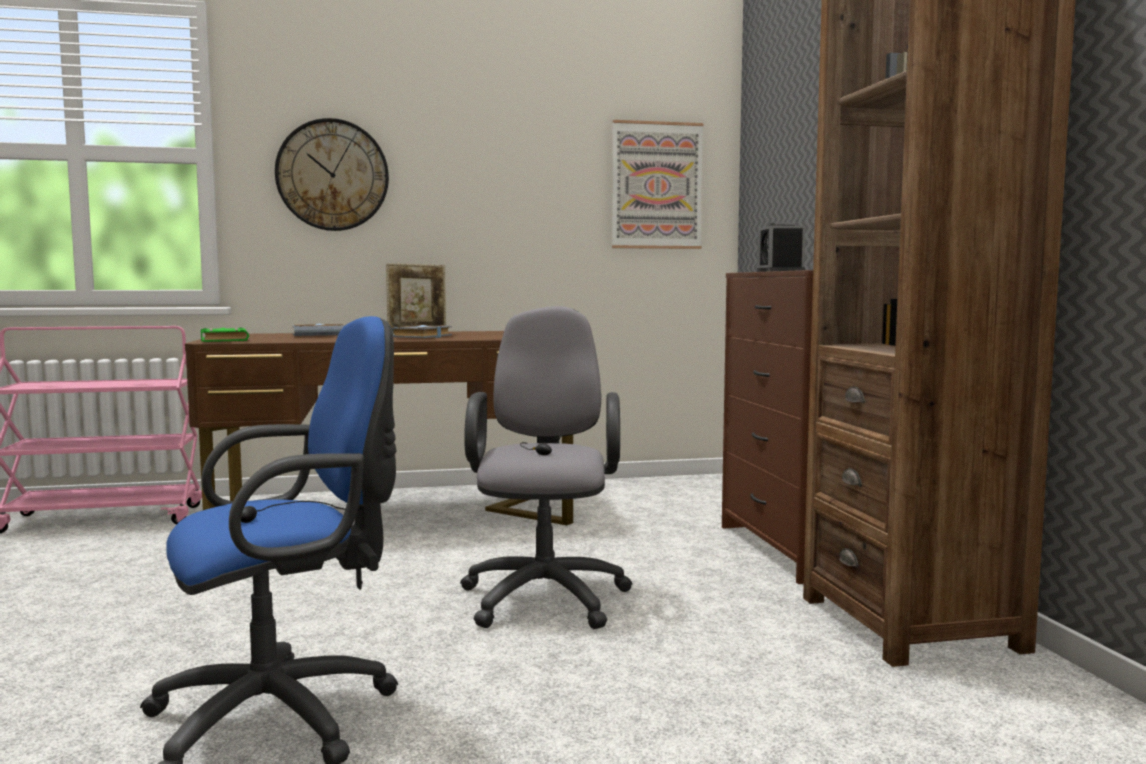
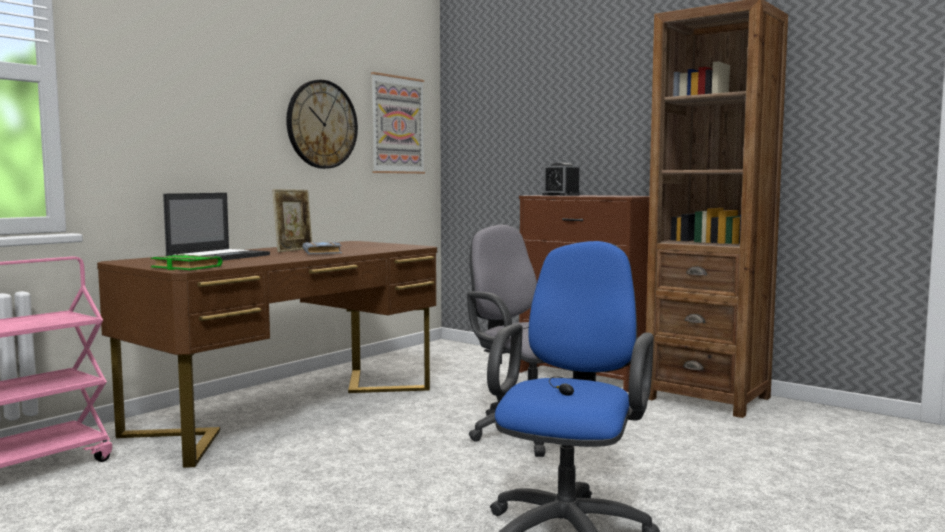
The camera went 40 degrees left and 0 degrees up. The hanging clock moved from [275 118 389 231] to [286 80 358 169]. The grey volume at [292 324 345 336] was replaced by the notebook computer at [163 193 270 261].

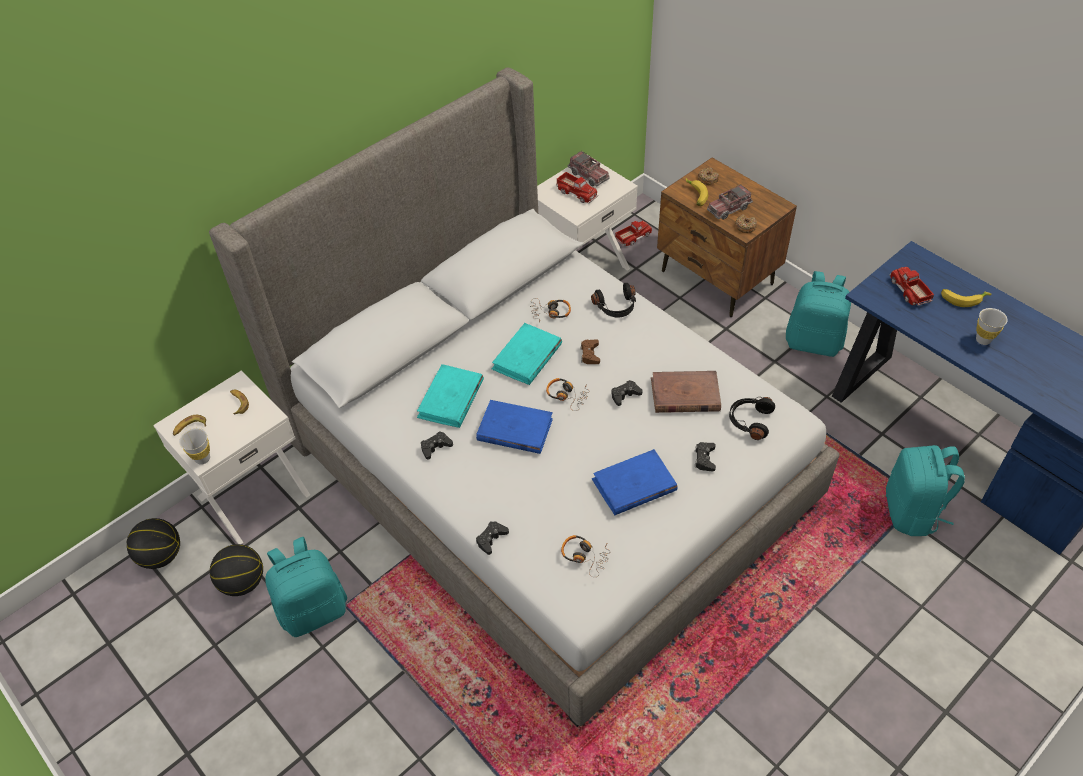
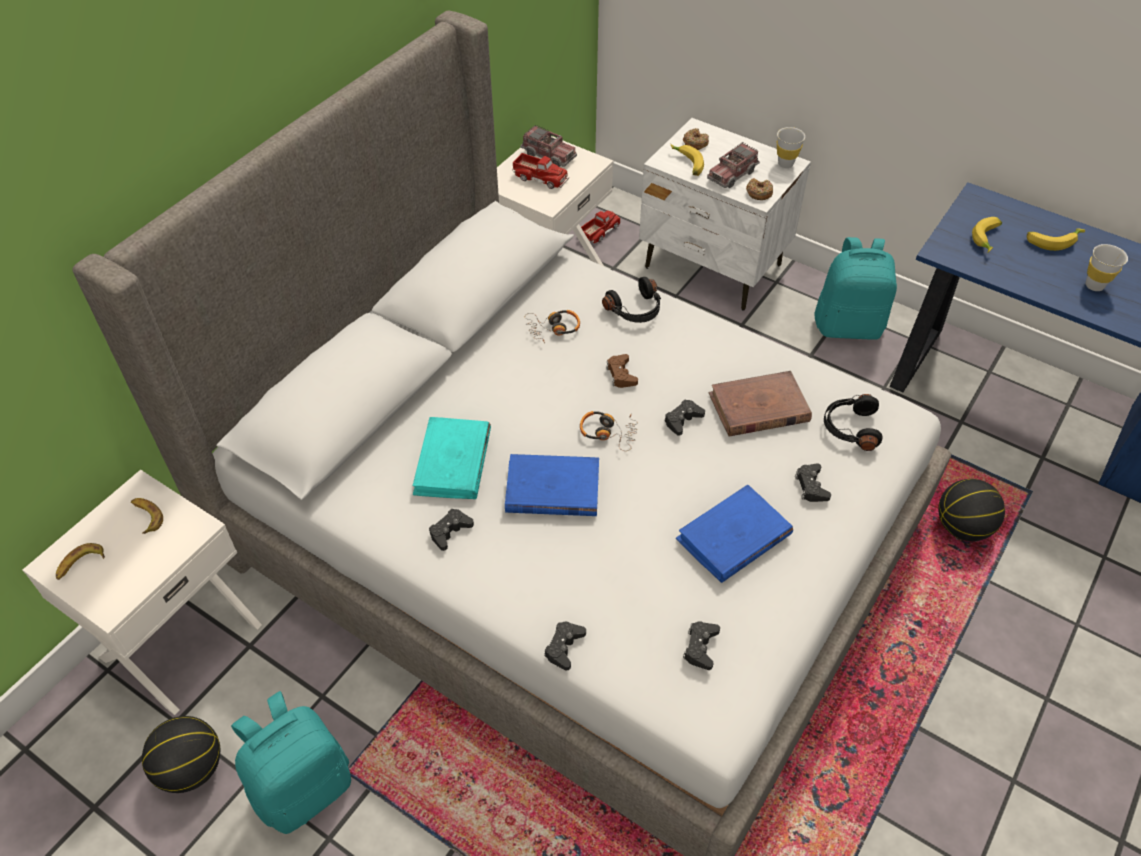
The camera went 15 degrees left and 0 degrees up. The basketball ball moved from [127 518 180 569] to [938 479 1005 541]. The white drinking cup moved from [179 428 210 465] to [777 127 805 168]. The turquoise volume at [491 323 562 385] disappeared. The pair of headphones at [561 535 610 577] was replaced by the black-coloured joypad at [683 621 720 670]. The brown bedside table at [657 158 797 317] became the white bedside table at [639 118 811 311]. The turquoise backpack at [886 445 965 536] disappeared. The model truck at [889 267 934 306] was replaced by the whole banana at [972 217 1002 253].

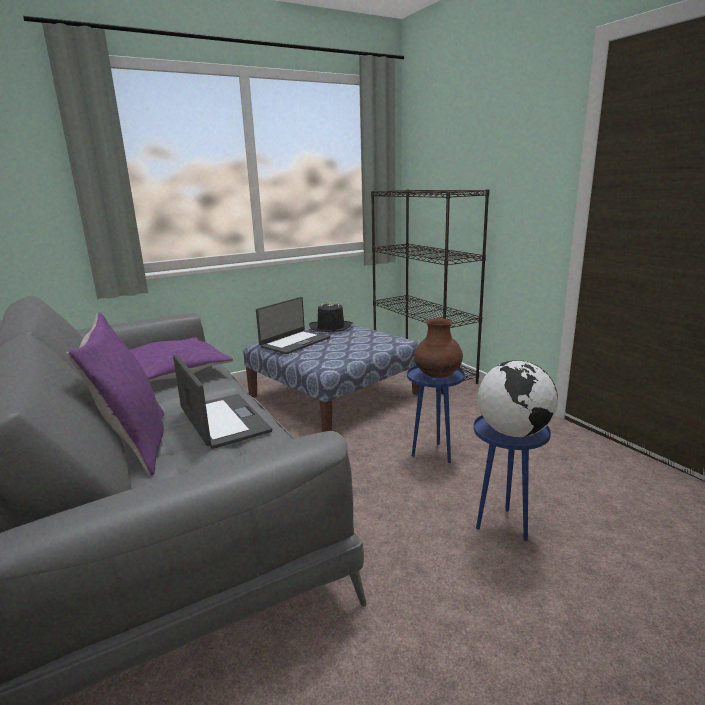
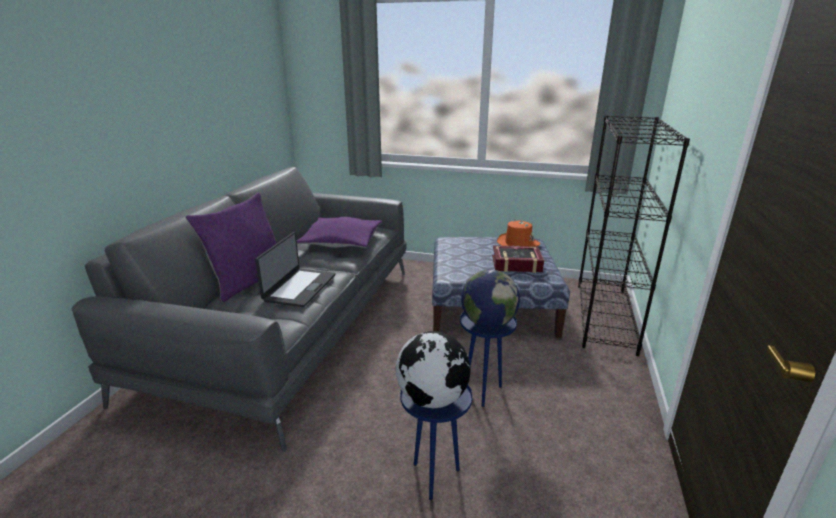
The camera went 45 degrees right and 5 degrees up. The notebook computer at [256 297 330 354] disappeared. The black-coloured wearable hat at [309 301 352 332] became the orange-coloured wearable hat at [497 219 540 247]. The brown decorative vase at [414 318 463 378] was replaced by the world globe at [461 270 520 328]. The volume at [492 245 544 273] appeared.

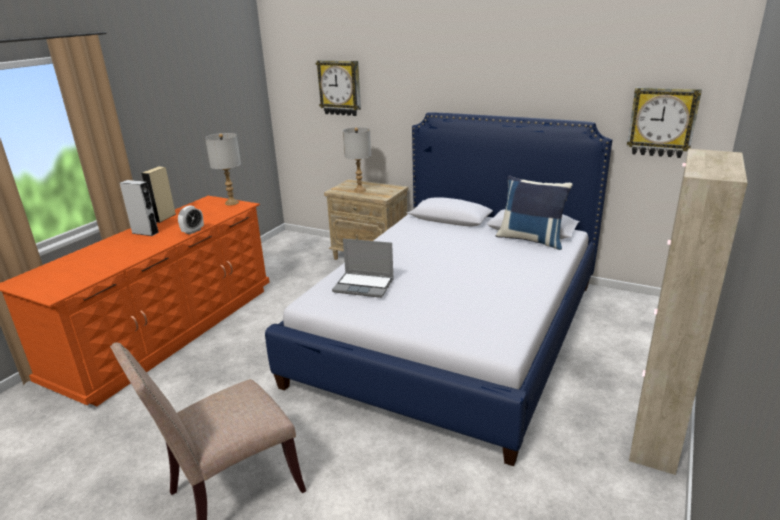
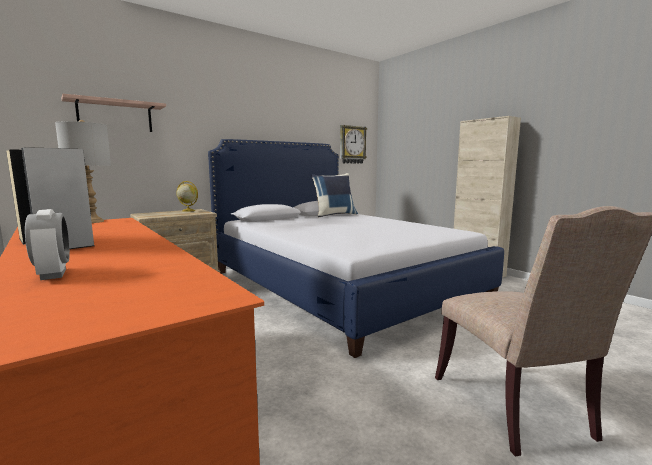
The camera went 65 degrees left and 15 degrees down. The bedside clock moved from [178 205 204 235] to [25 209 70 280]. The hanging clock at [316 60 361 116] was replaced by the wall shelf at [62 94 166 132]. The notebook computer at [332 239 394 298] disappeared. The grey tabletop lamp at [343 127 371 192] disappeared. The world globe at [176 181 198 212] appeared.

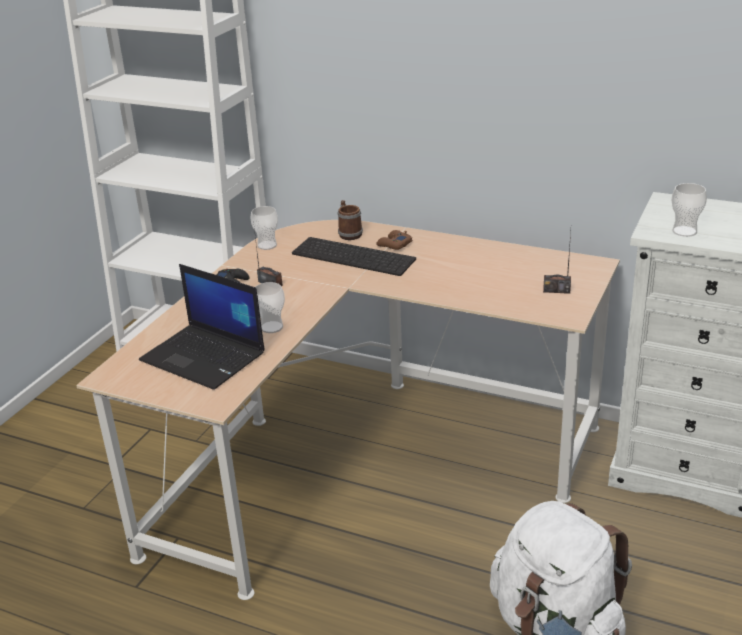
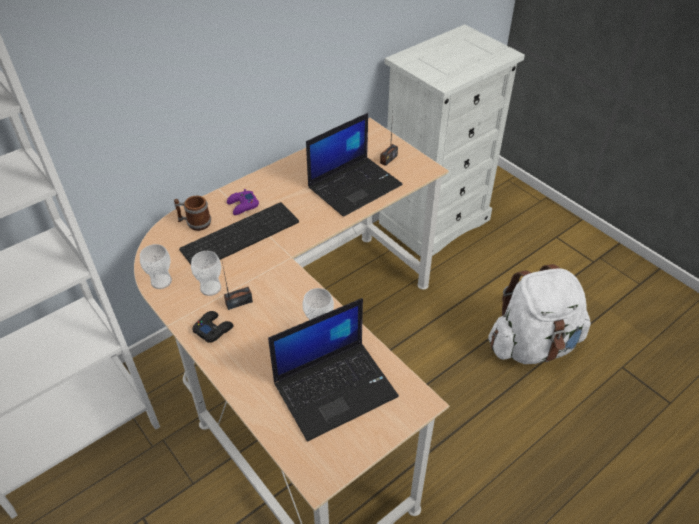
The camera went 65 degrees left and 15 degrees up. The brown joypad at [376 230 412 250] became the purplish joypad at [227 189 259 215]. The drinking cup moved from [672 183 707 237] to [191 251 221 296]. The notebook computer at [306 113 403 217] appeared.

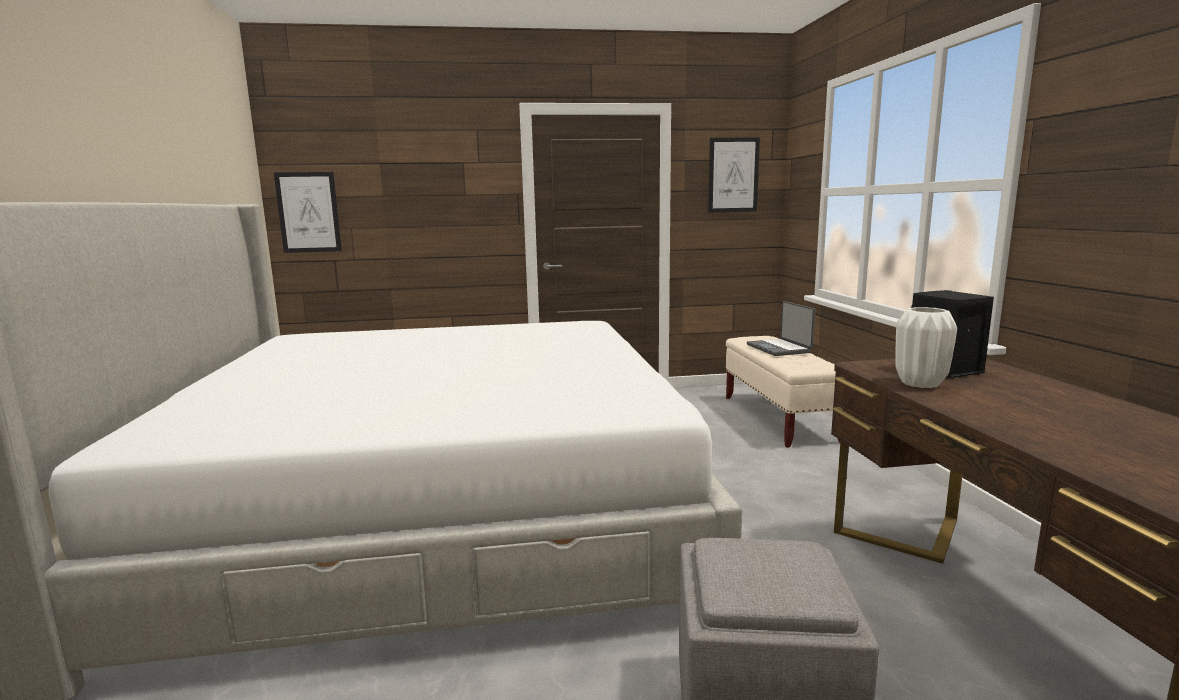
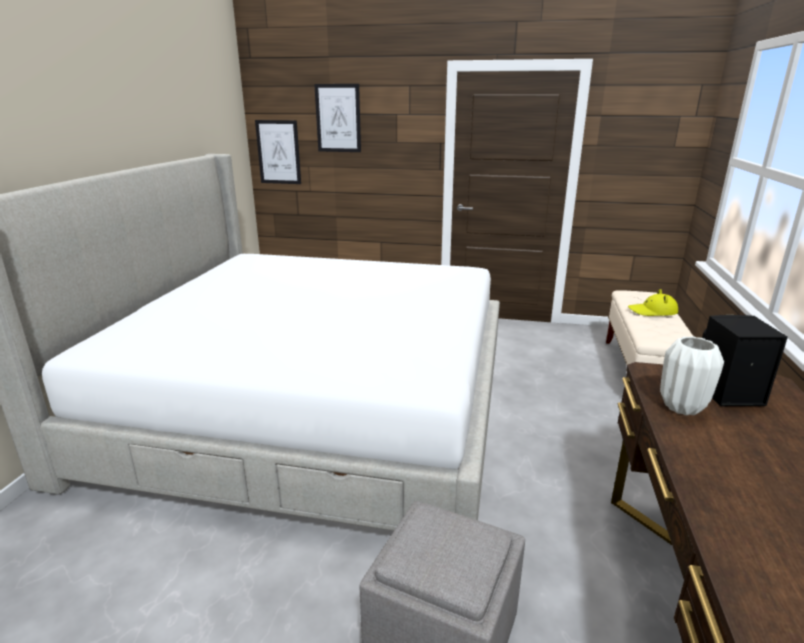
The camera went 20 degrees right and 10 degrees up. The wall picture moved from [708 138 760 213] to [314 84 361 152]. The notebook computer at [747 301 815 356] was replaced by the yellow-coloured wearable hat at [628 289 678 316].

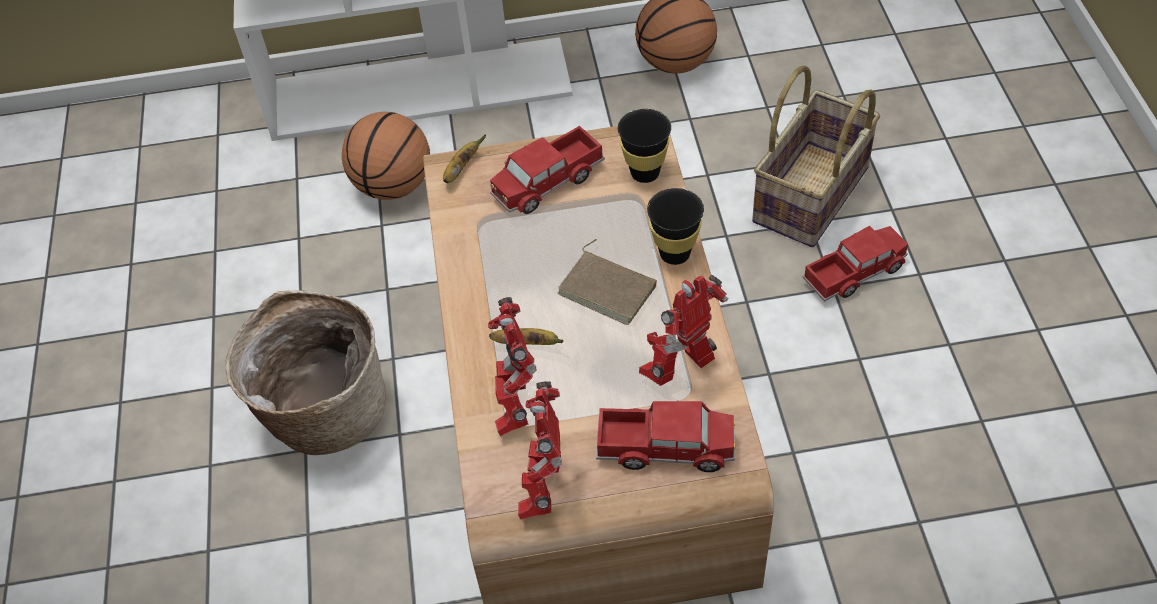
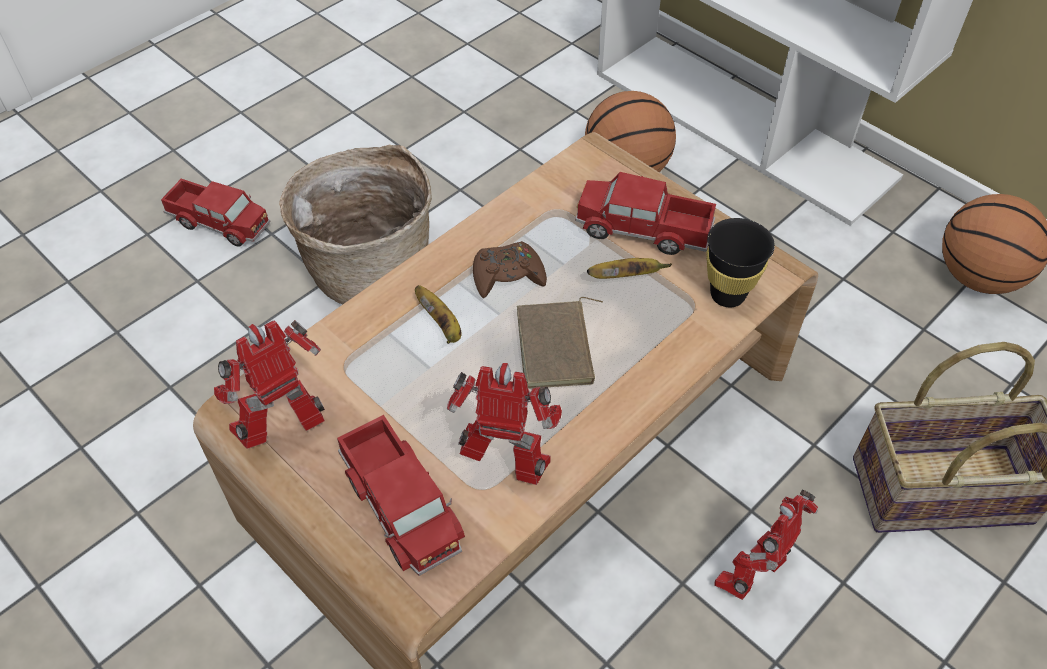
The camera went 50 degrees right and 0 degrees up. The whole banana moved from [443 134 486 183] to [587 258 672 279]. The robot figure moved from [488 297 537 436] to [714 490 818 600]. The black-coloured drinking cup at [647 188 704 265] disappeared. The model truck moved from [802 226 908 302] to [161 179 271 247]. The brown joypad at [473 241 547 298] appeared.

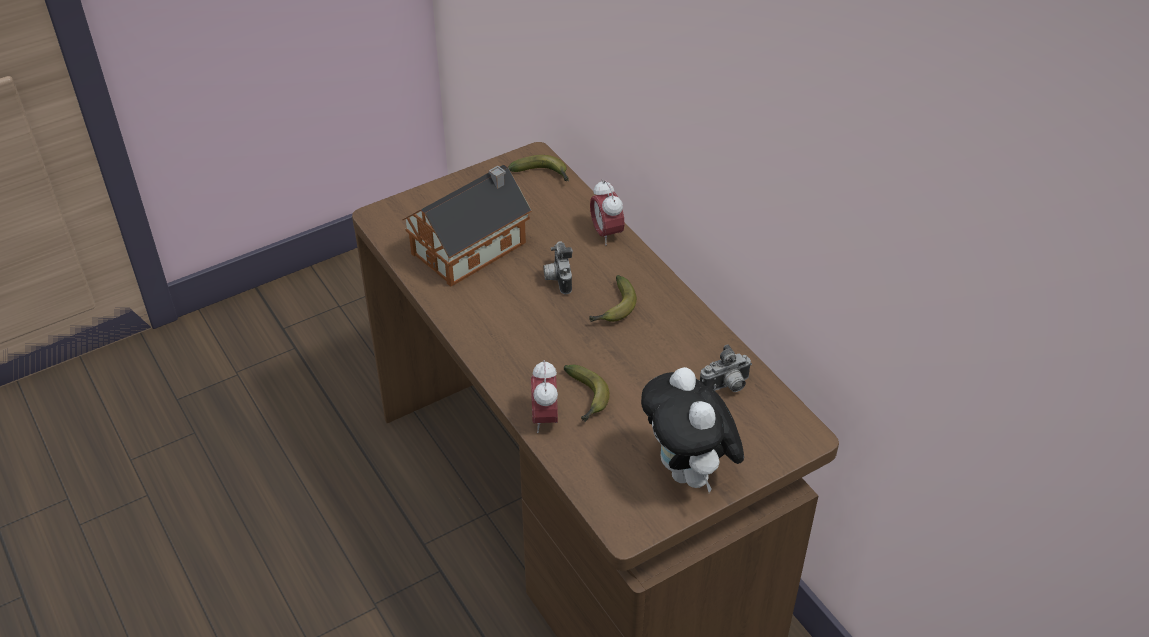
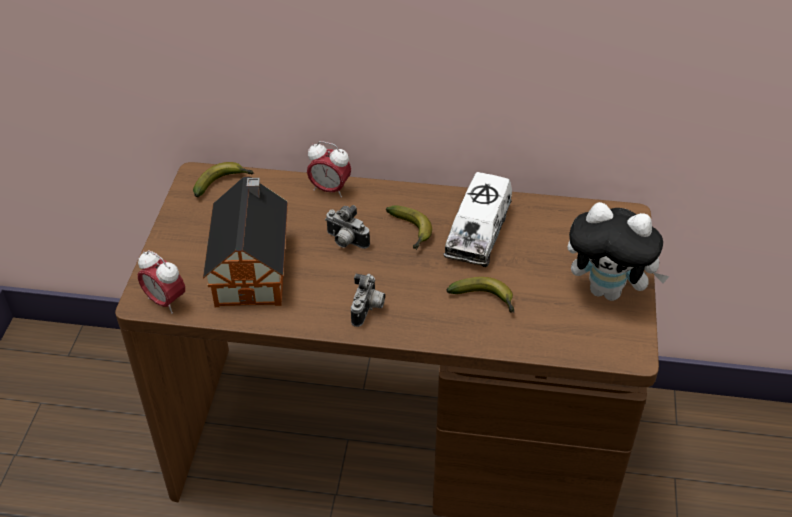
The camera went 50 degrees left and 0 degrees up. The bedside clock moved from [531 360 558 433] to [138 250 185 314]. The still camera moved from [700 344 752 392] to [351 274 385 327]. The model truck at [443 172 512 267] appeared.

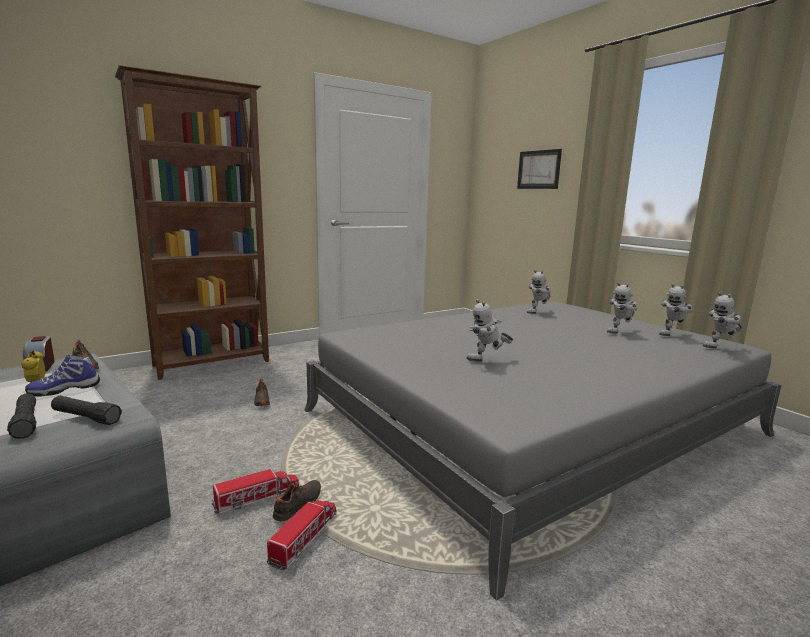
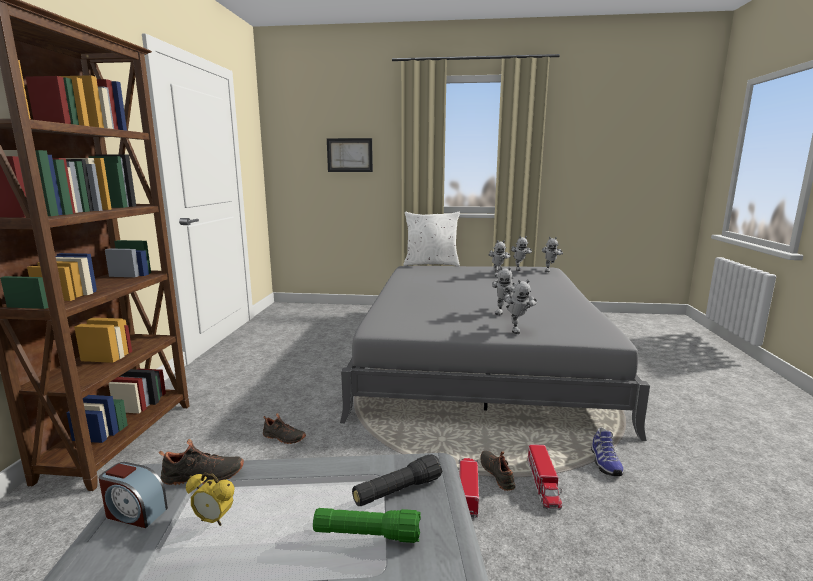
The camera went 50 degrees left and 0 degrees up. The black-coloured hand torch at [7 393 36 439] became the green hand torch at [313 508 421 543]. The shoe moved from [25 355 100 397] to [591 427 624 476]. The model truck at [267 500 336 570] turned 150 degrees counterclockwise. The robot figure moved from [527 270 550 314] to [504 279 537 334]. The white pillow at [403 212 460 267] appeared.

